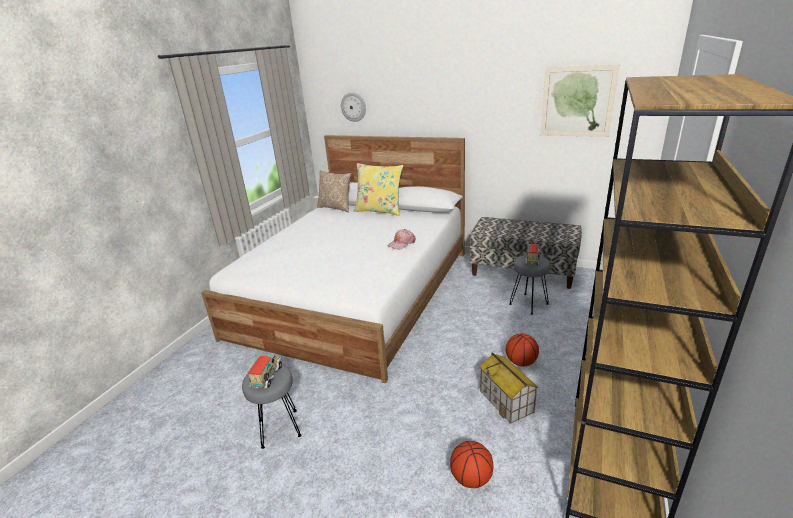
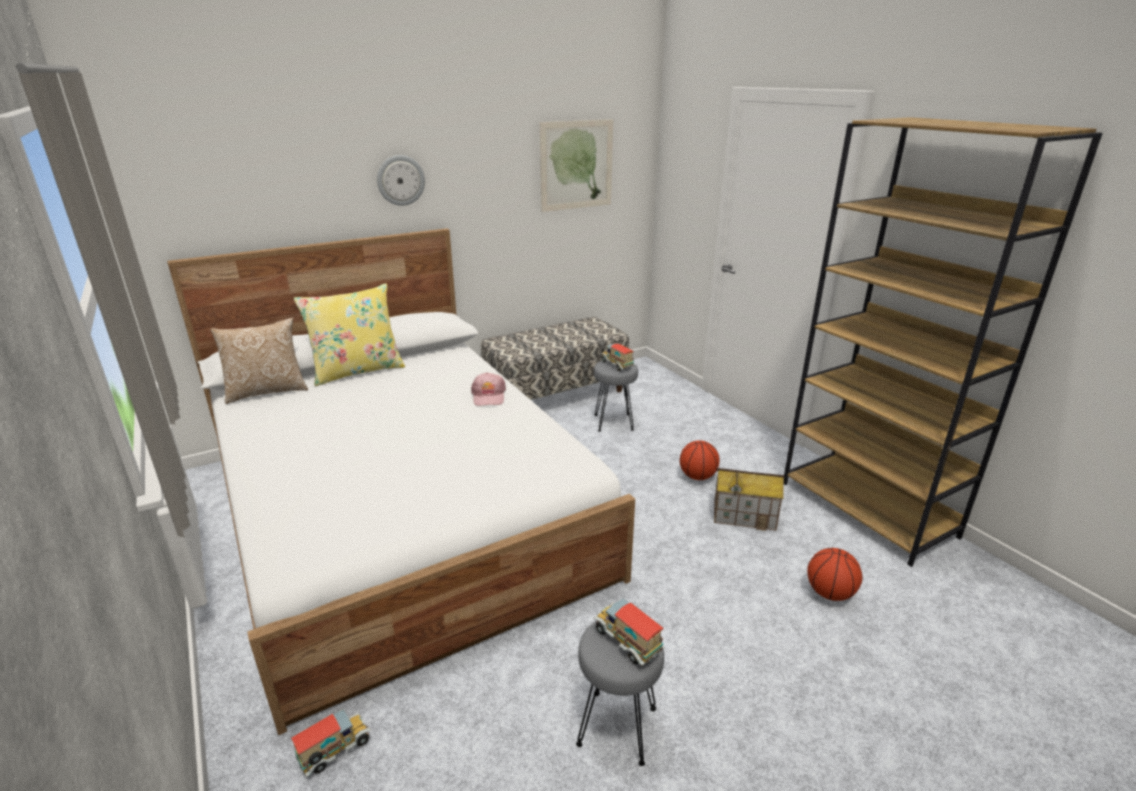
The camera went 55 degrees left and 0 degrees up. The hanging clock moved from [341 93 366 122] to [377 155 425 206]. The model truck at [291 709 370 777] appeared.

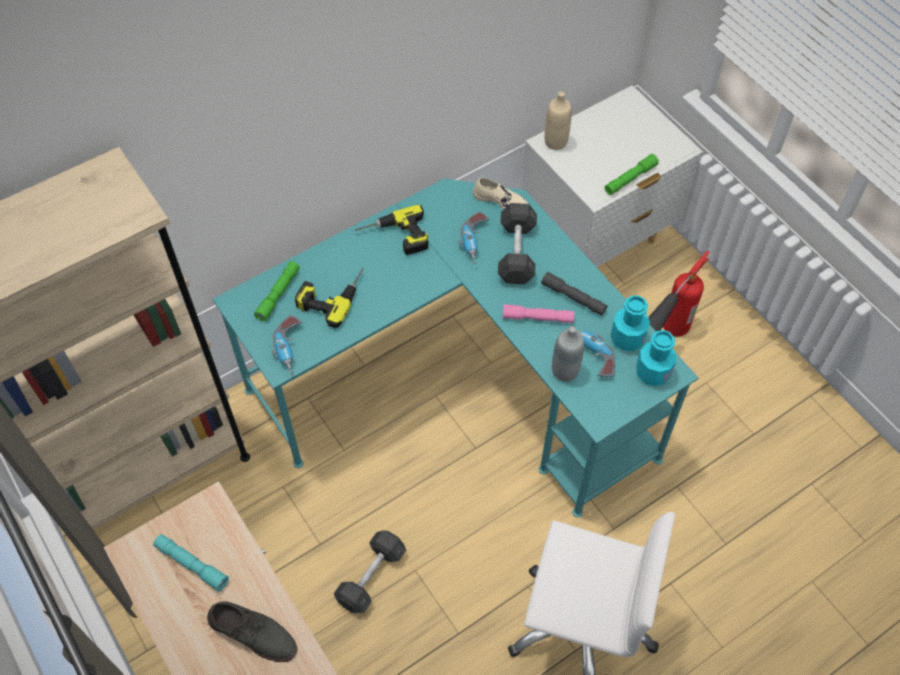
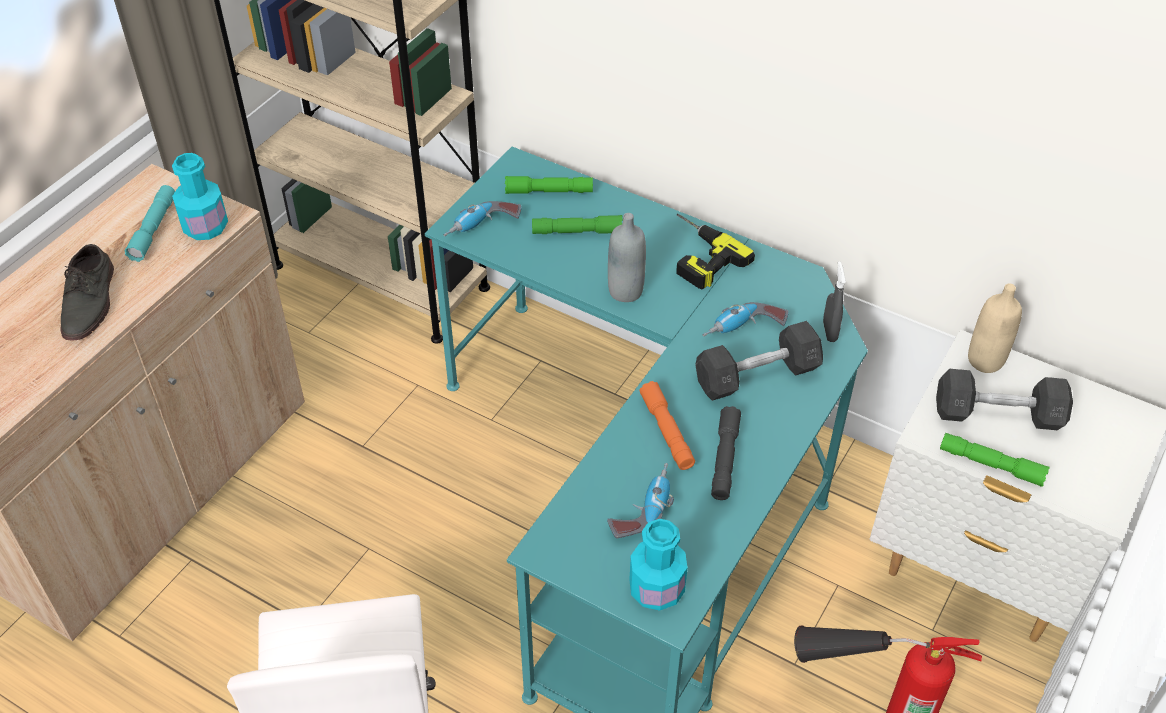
The camera went 65 degrees right and 10 degrees down. The electric drill at [295 268 364 328] was replaced by the green hand torch at [532 215 623 234]. The grey free weight moved from [334 531 406 613] to [936 369 1073 430]. The beige-coloured shoe at [473 178 528 209] was replaced by the grey hand sprayer at [823 261 846 342]. The pink hand torch at [503 304 574 323] became the orange-coloured hand torch at [639 381 695 470]. The grey drink bottle moved from [552 326 584 382] to [608 213 646 302]. The turquoise drink bottle moved from [610 295 650 351] to [172 153 228 240].

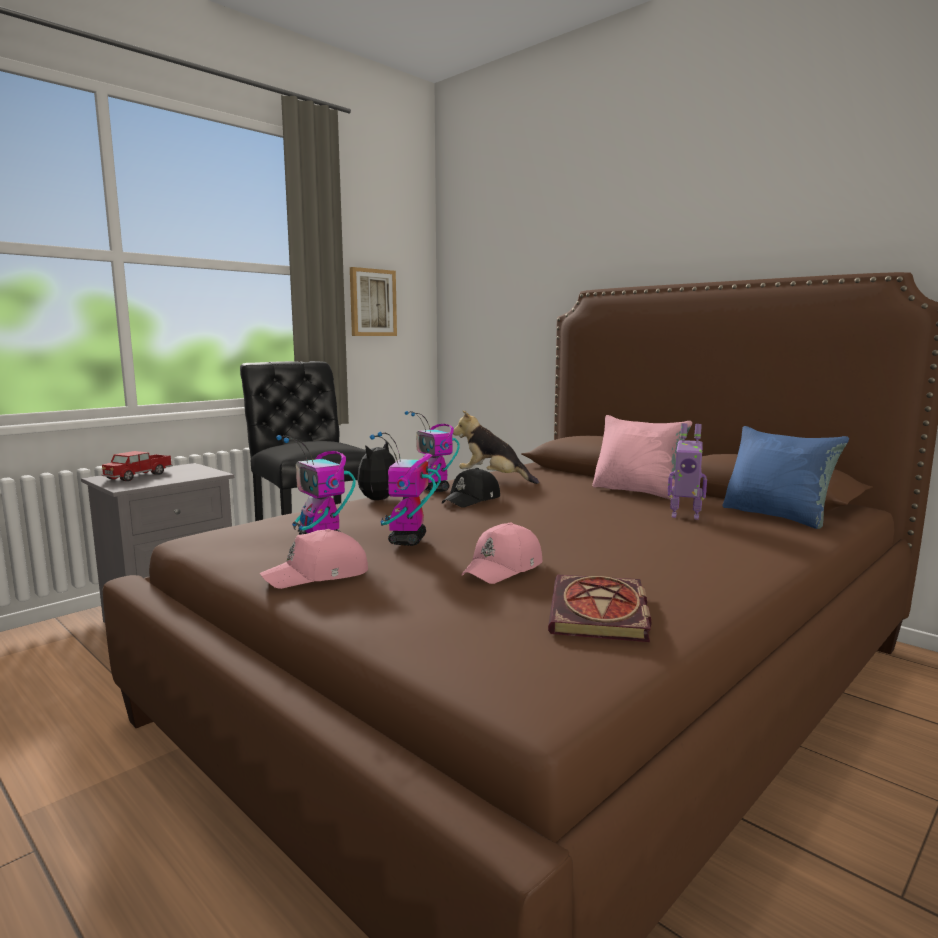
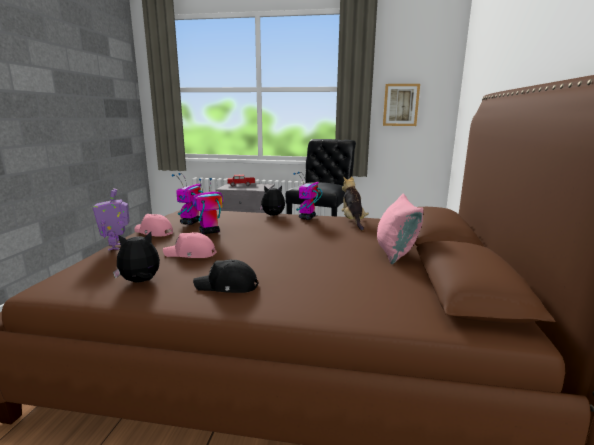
The camera went 55 degrees right and 5 degrees up. The black-coloured peaked cap moved from [442 468 500 508] to [193 259 259 293]. The volume at [548 575 652 642] was replaced by the cuddly toy at [113 232 160 282]. The robot figure moved from [668 423 707 520] to [93 189 130 250]. The blue pillow at [722 426 849 529] disappeared.

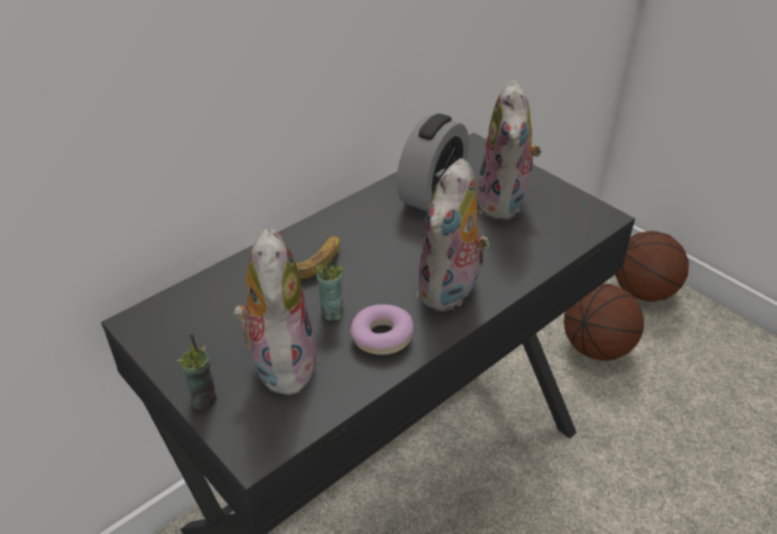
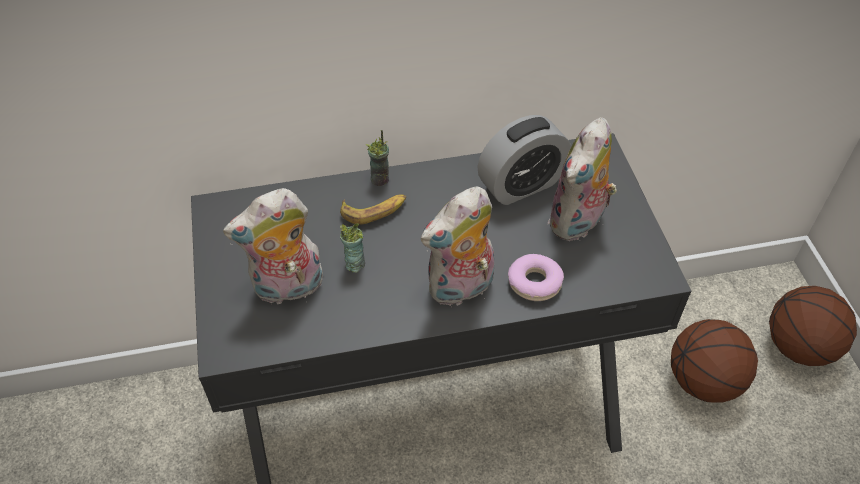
The camera went 30 degrees right and 10 degrees up. The drinking cup moved from [176 333 217 410] to [366 130 389 186]. The cuddly toy at [233 228 318 395] turned 135 degrees counterclockwise. The doughnut moved from [350 304 413 355] to [508 254 564 301].

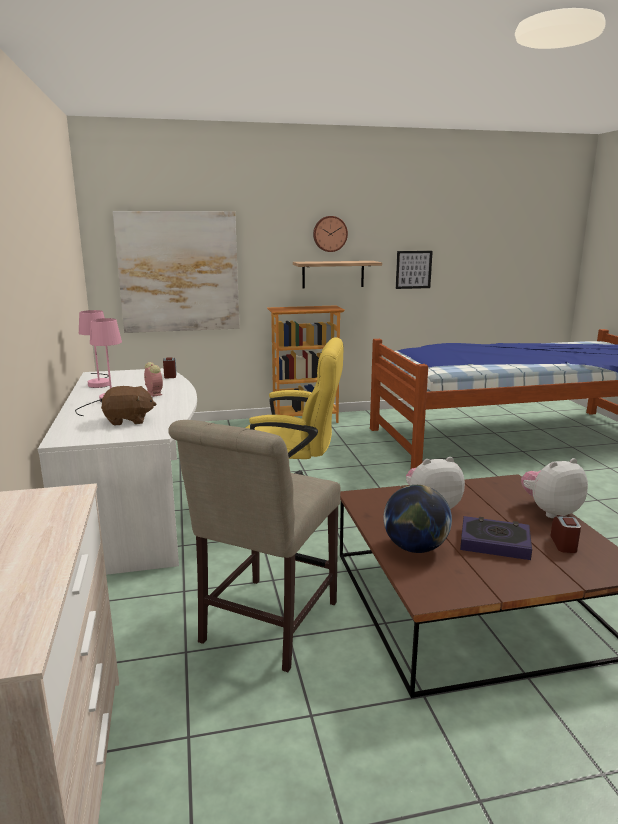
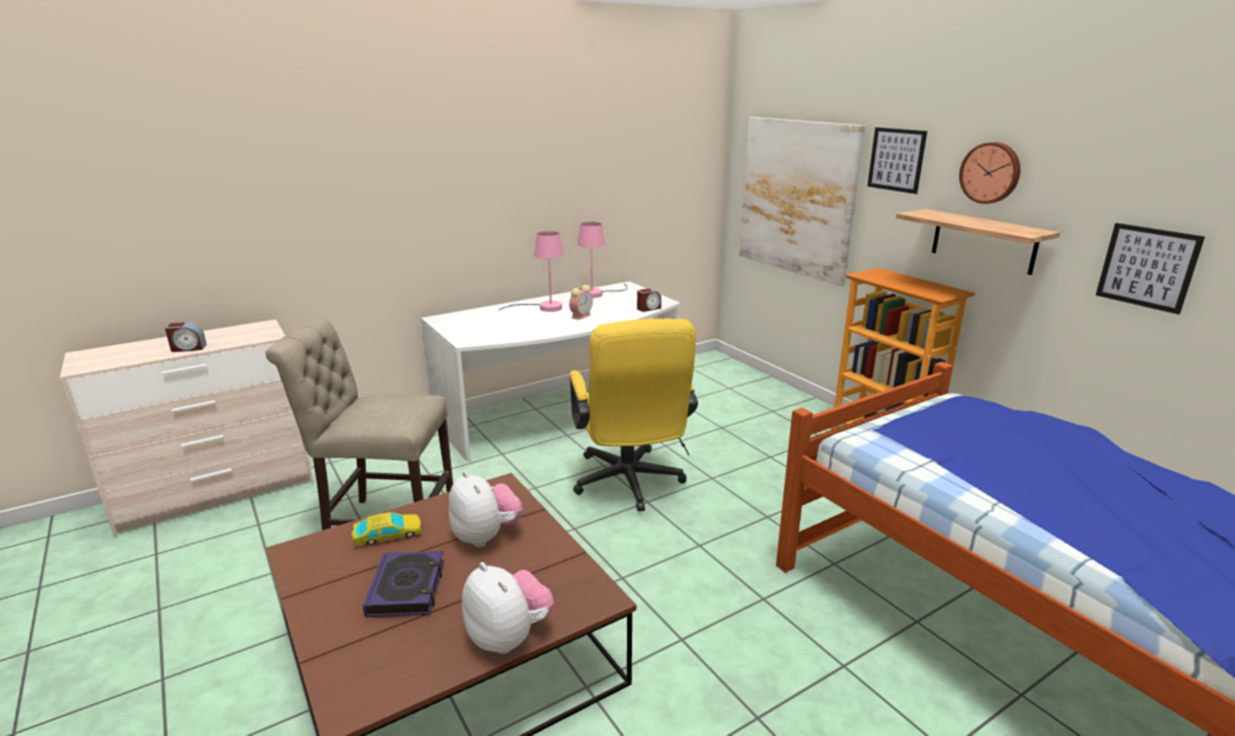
The camera went 70 degrees right and 5 degrees up. The brown cuddly toy at [101 386 156 426] disappeared. The world globe at [383 485 452 553] was replaced by the toy car at [352 512 422 547]. The bedside clock moved from [550 516 581 553] to [165 322 207 352]. The wall picture at [867 127 927 194] appeared.

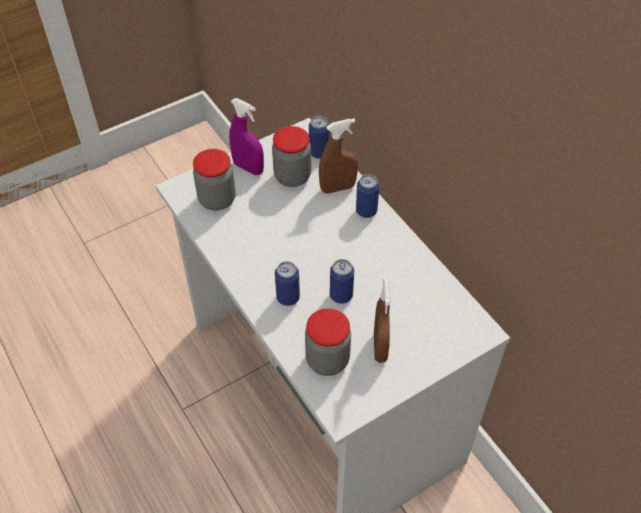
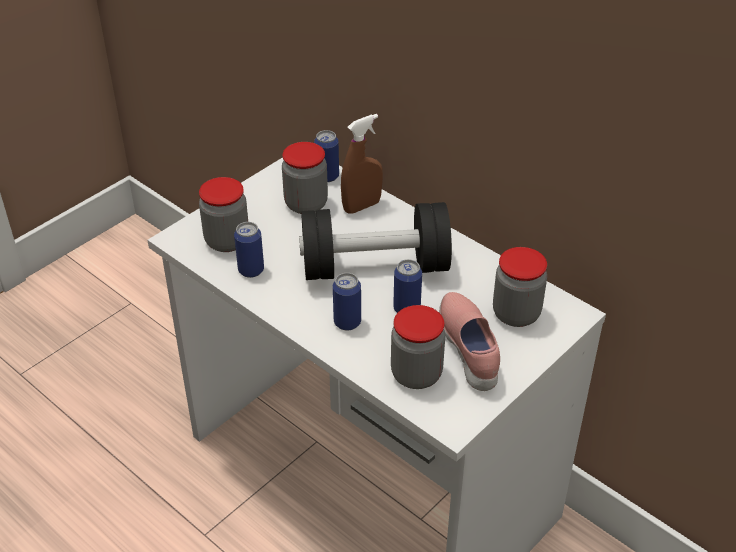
The camera went 15 degrees left and 10 degrees down. The purplish hand sprayer at [229 98 264 175] disappeared. The can moved from [356 174 379 218] to [234 222 264 278]. The brown hand sprayer at [374 278 391 363] was replaced by the pink shoe at [439 292 500 391]. The black-coloured free weight at [299 202 452 280] appeared. The jar at [493 247 547 327] appeared.

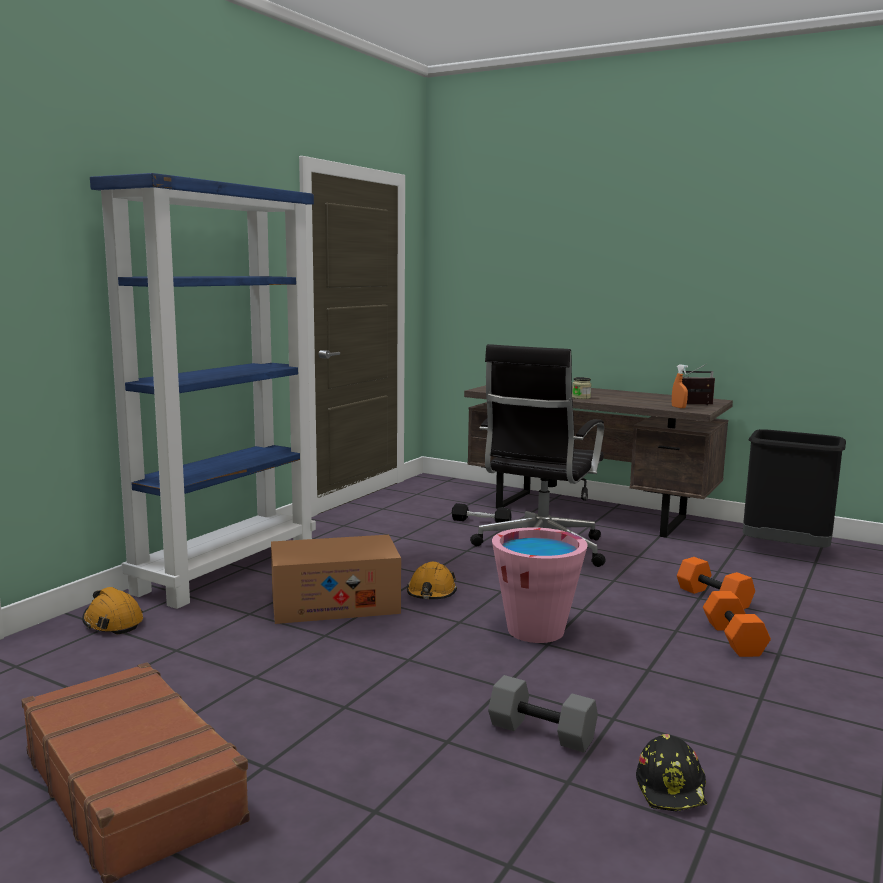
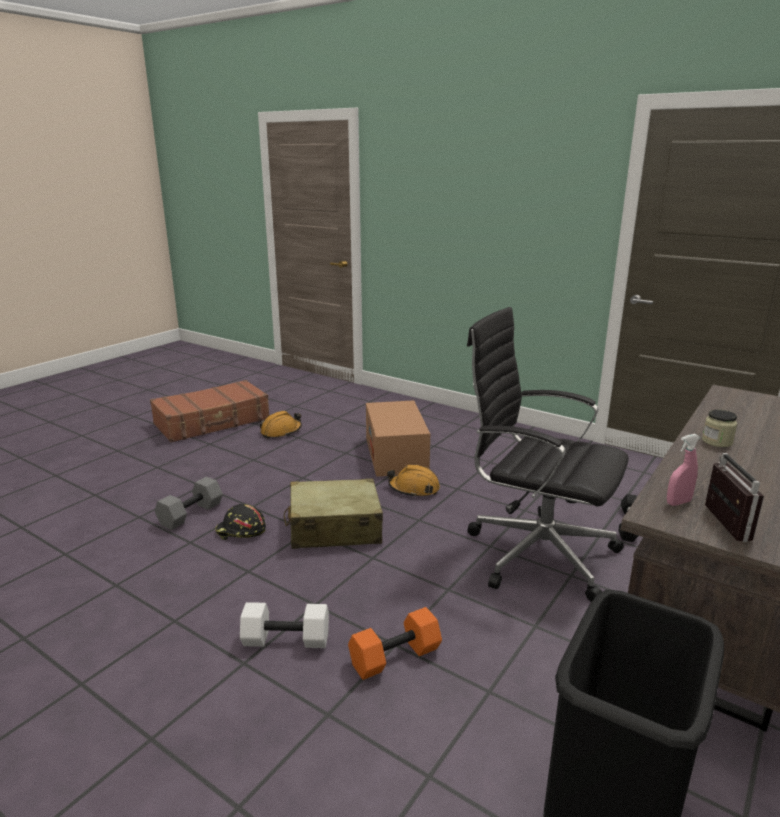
The camera went 95 degrees right and 10 degrees up. The orange-coloured hard hat moved from [82 587 143 635] to [260 411 302 439]. The blue shelving unit at [90 173 316 609] disappeared. The pink pail at [492 527 588 643] was replaced by the beige-coloured piece of luggage at [284 478 383 549]. The black-coloured hard hat moved from [636 734 707 812] to [215 504 266 540]. The orange-coloured hand sprayer at [672 364 688 408] became the pink hand sprayer at [667 434 700 506]. The orange-coloured free weight at [703 591 771 657] became the white free weight at [240 602 329 648].

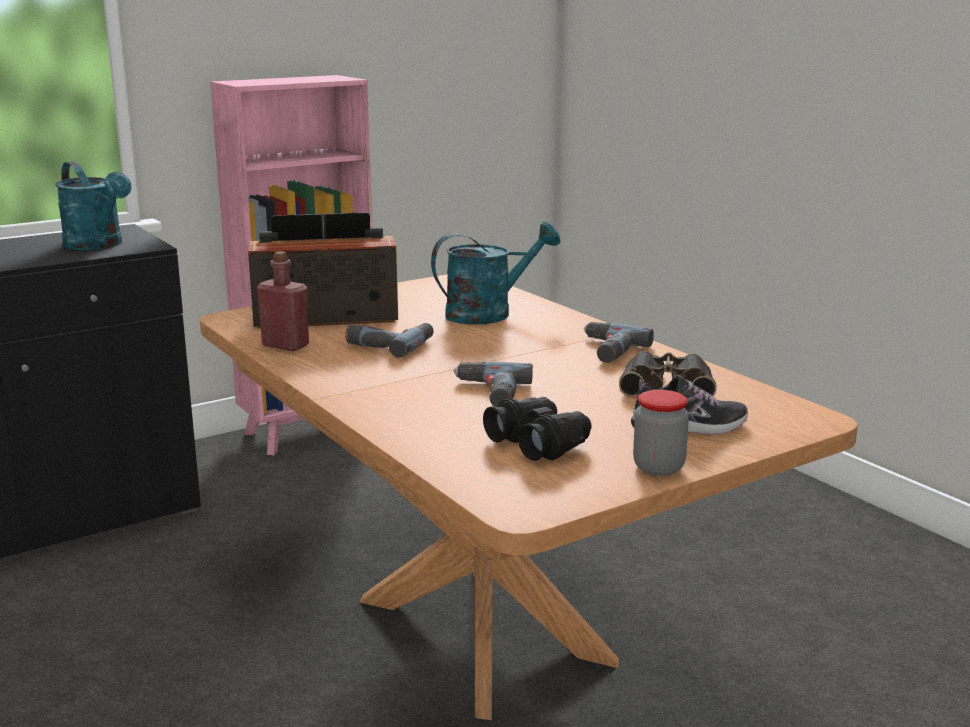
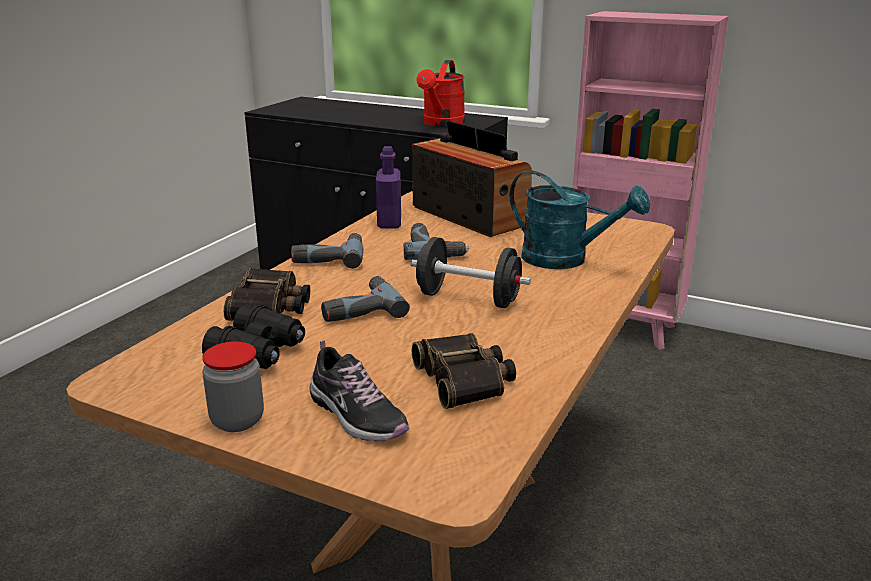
The camera went 60 degrees right and 5 degrees up. The turquoise sprinkling can at [56 161 131 250] became the red-coloured sprinkling can at [416 60 465 127]. The red-coloured drink bottle at [257 251 309 351] became the purplish drink bottle at [376 146 401 229]. The electric drill moved from [584 322 654 363] to [291 233 363 269]. The pair of binoculars at [224 268 310 321] appeared. The black-coloured free weight at [411 237 531 308] appeared.

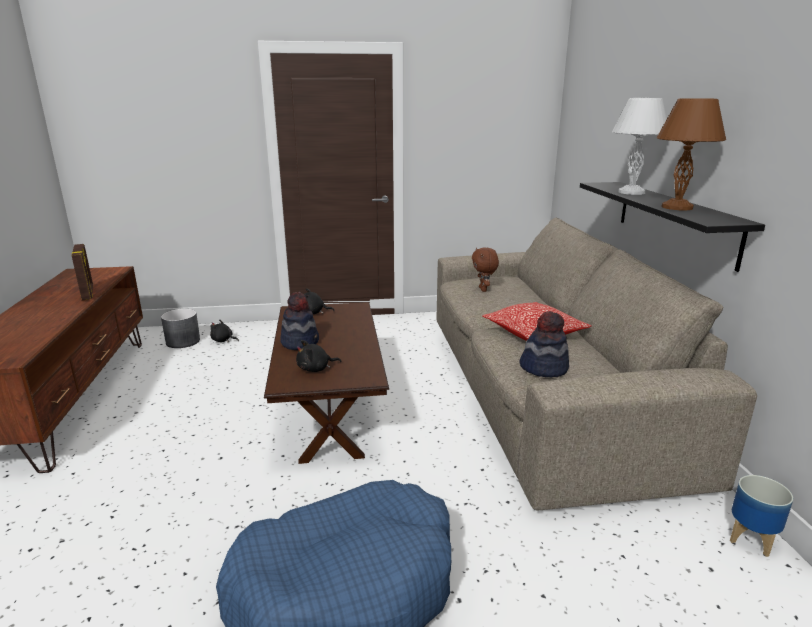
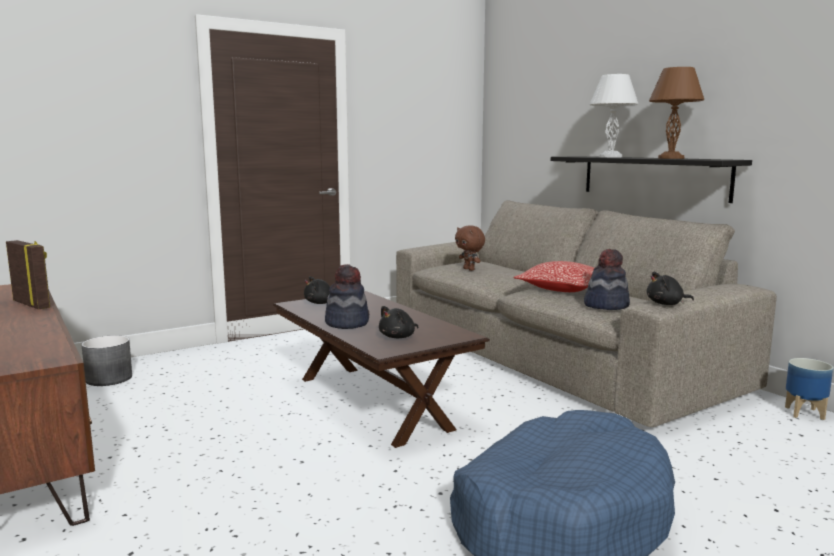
The camera went 25 degrees left and 10 degrees down. The black-coloured cuddly toy moved from [210 320 239 342] to [647 272 694 305].

